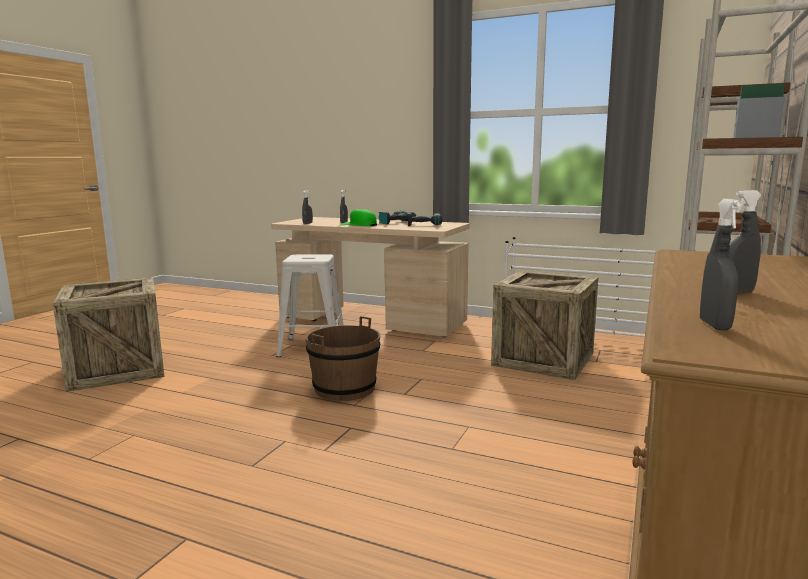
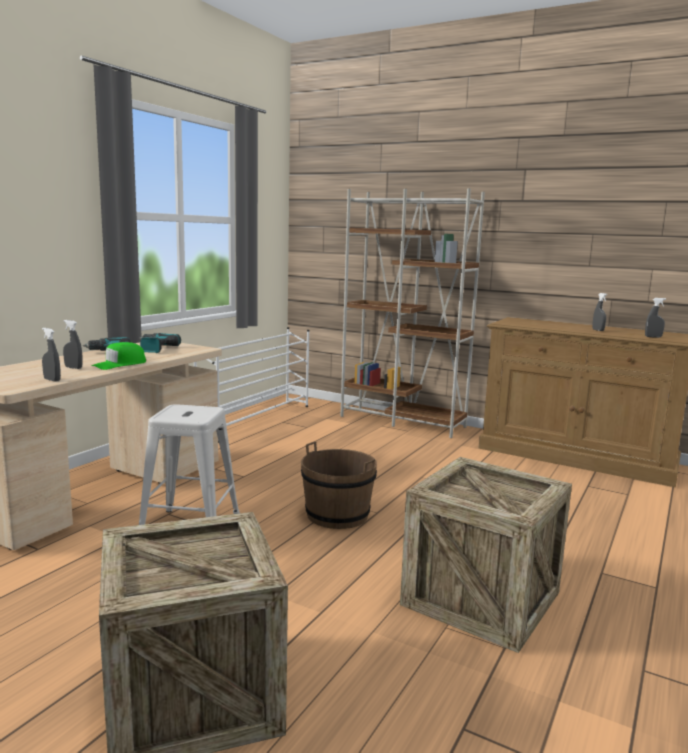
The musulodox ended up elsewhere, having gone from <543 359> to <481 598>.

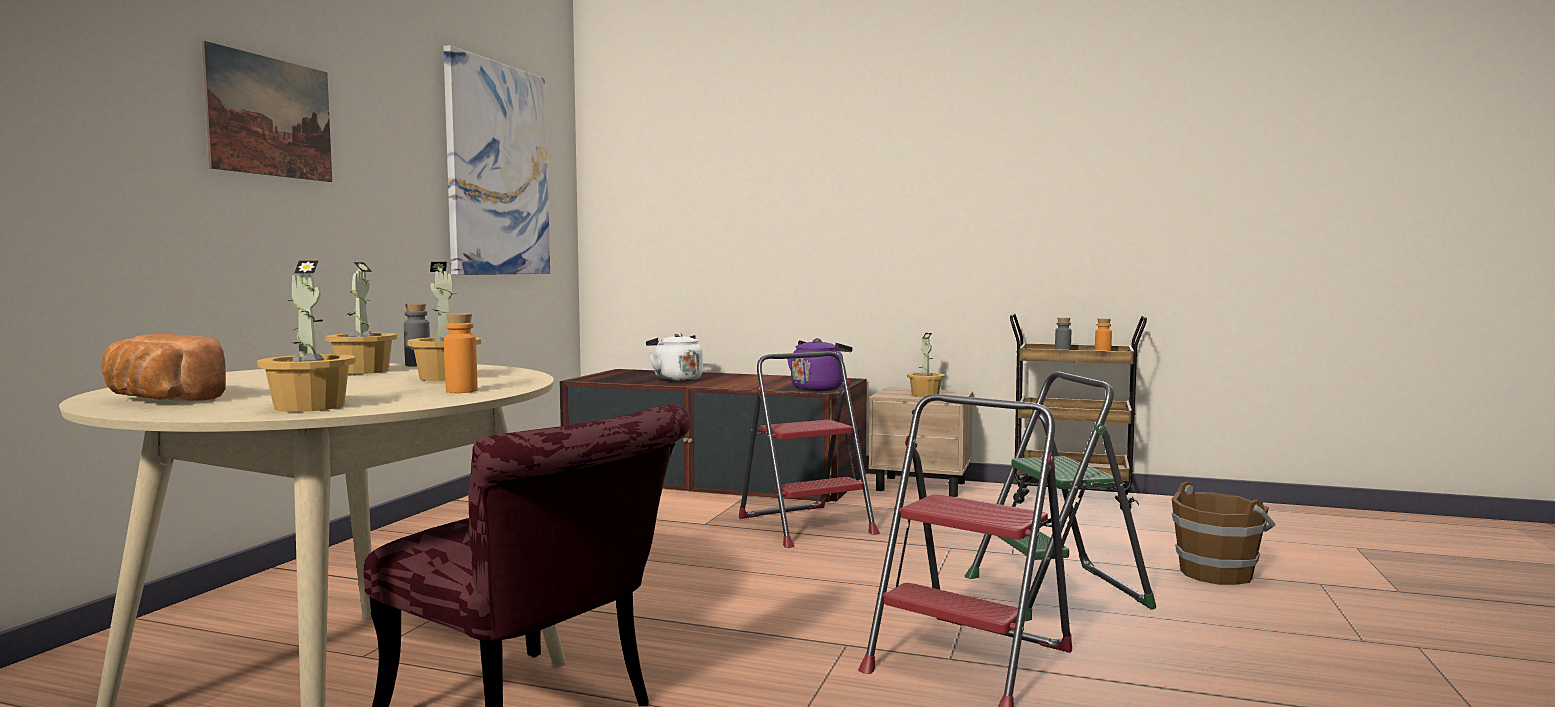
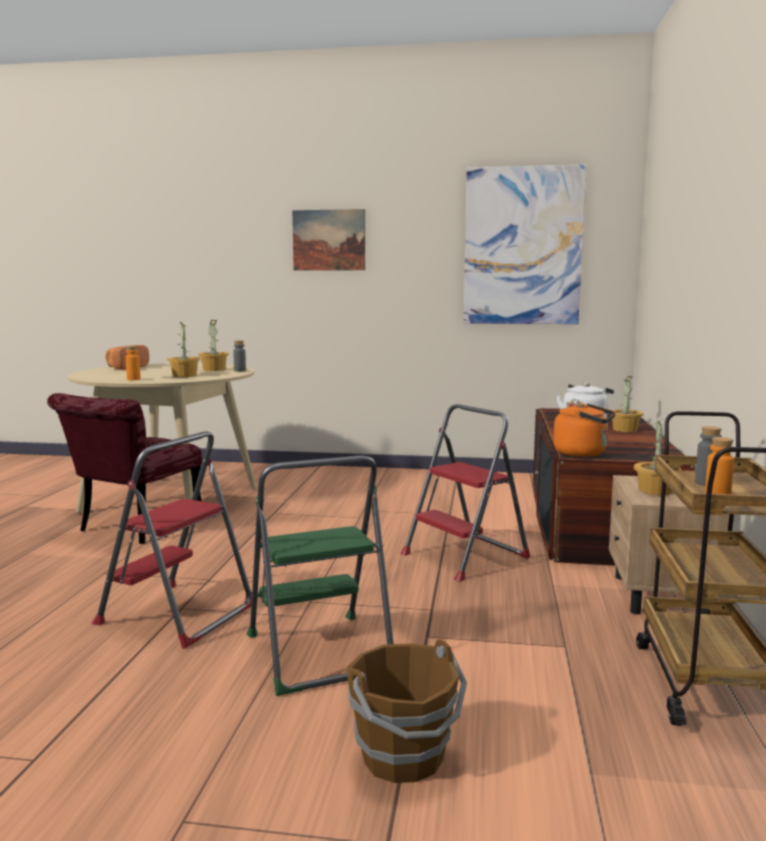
What was the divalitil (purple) at <818 388> turned into the divalitil (orange) at <583 453>.
The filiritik ended up elsewhere, having gone from <310 406> to <625 429>.

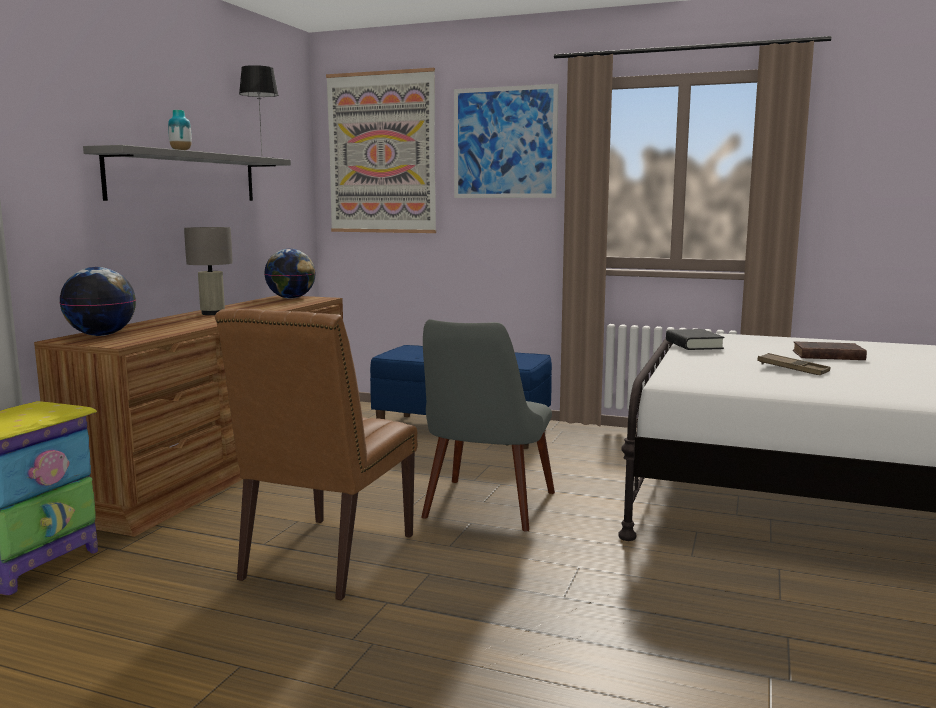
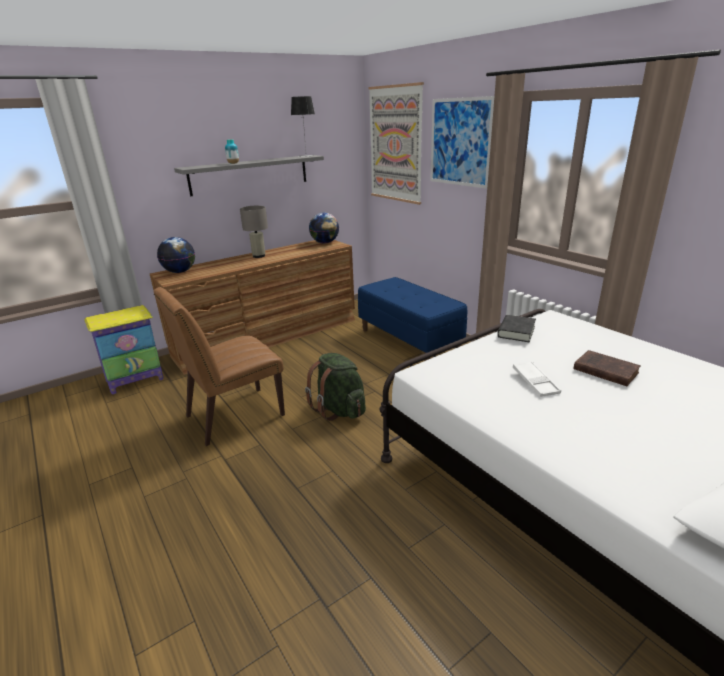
Where the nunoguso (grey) stood at <484 511>, the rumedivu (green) came to stand at <339 409>.
What was the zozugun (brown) at <792 369> turned into the zozugun (white) at <535 382>.

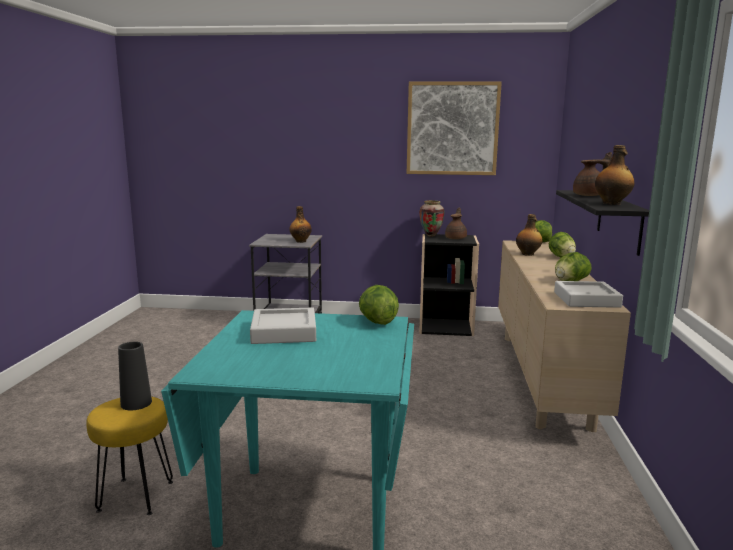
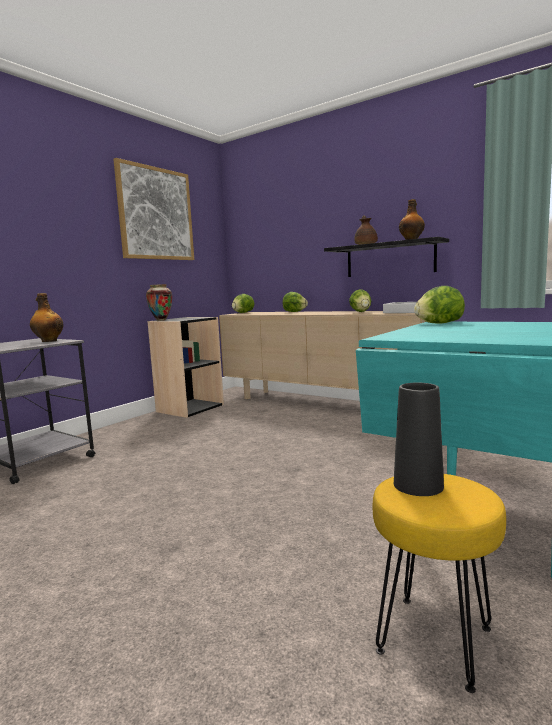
The second view lost the zozugun (grey) at <284 332>.
The second view lost the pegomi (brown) at <456 238>.
The second view lost the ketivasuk at <528 254>.

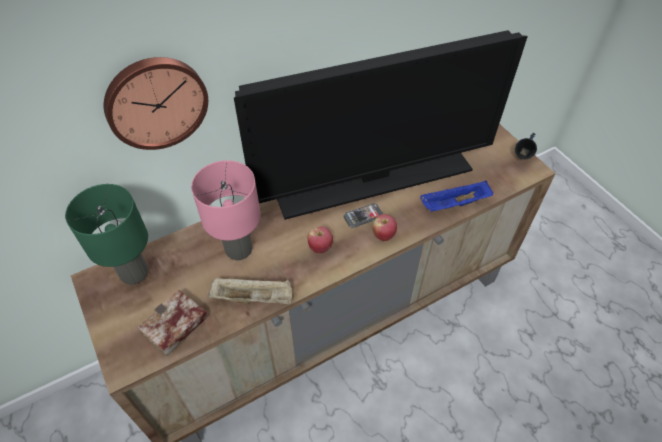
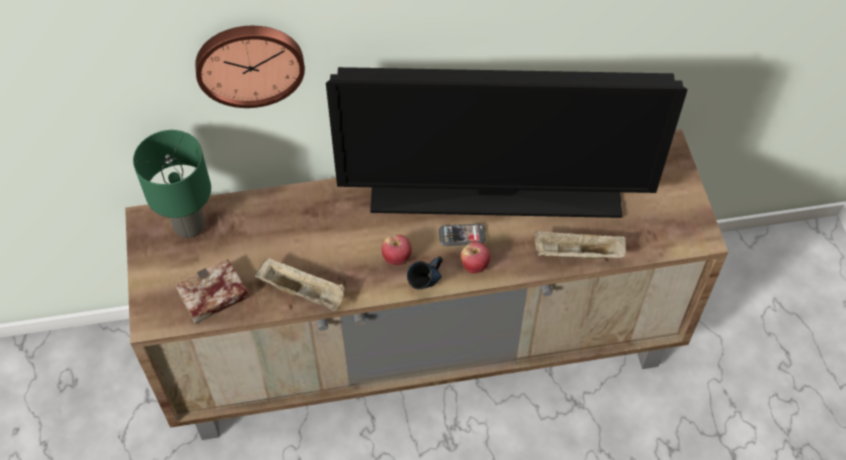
The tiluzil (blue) ended up elsewhere, having gone from <521 159> to <426 285>.
What was the zozugun (blue) at <454 205> turned into the zozugun (beige) at <576 254>.
The second view lost the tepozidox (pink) at <239 252>.

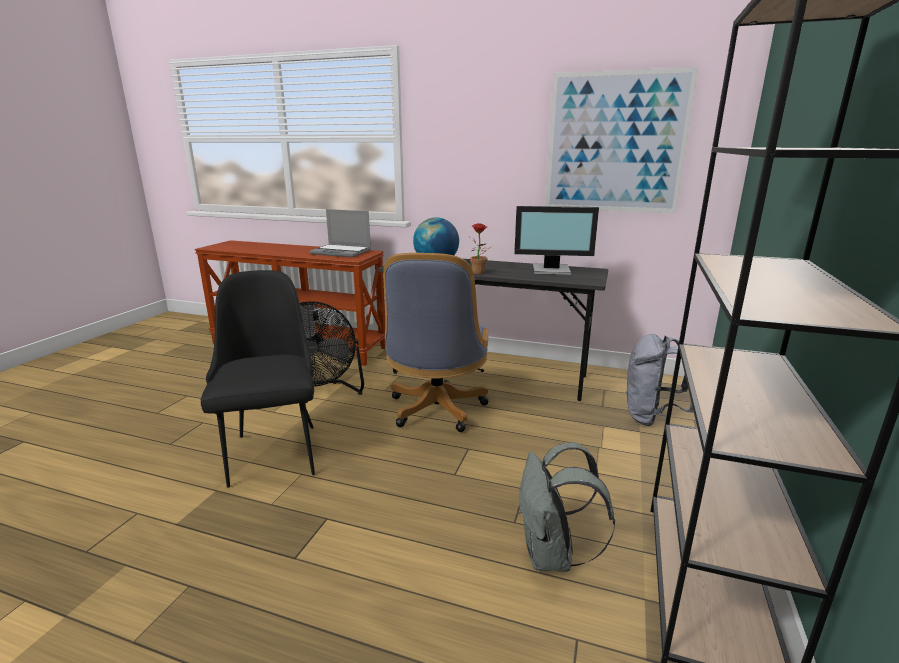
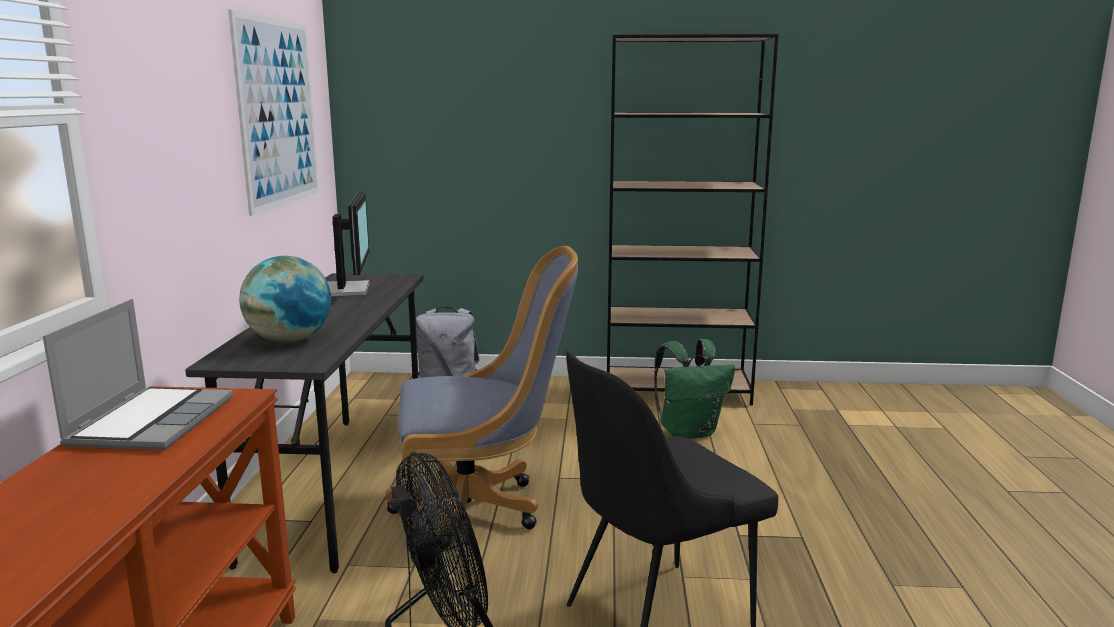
What was the rumedivu (grey) at <551 555> turned into the rumedivu (green) at <689 432>.
The second view lost the filiritik at <479 273>.

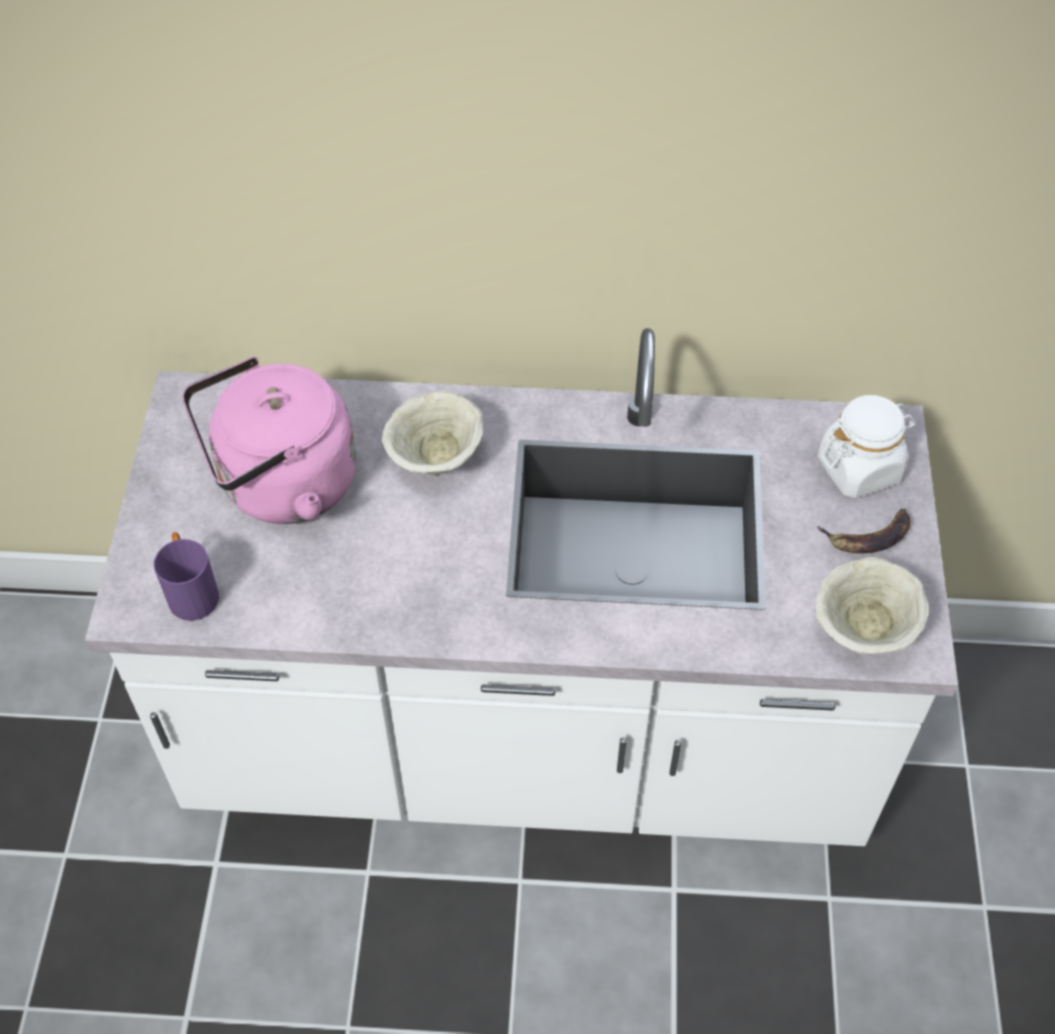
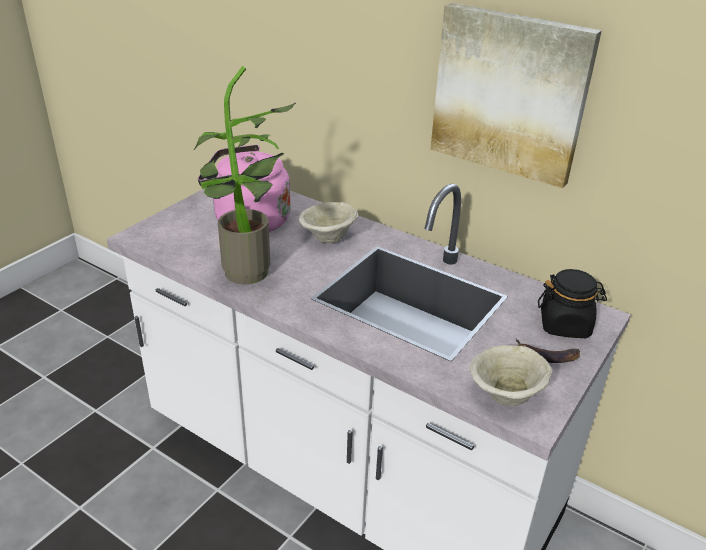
The second view gained the filiritik at <248 276>.
The second view gained the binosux at <510 94>.
What was the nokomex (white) at <859 468> turned into the nokomex (black) at <565 325>.
The second view lost the tiluzil (purple) at <191 591>.

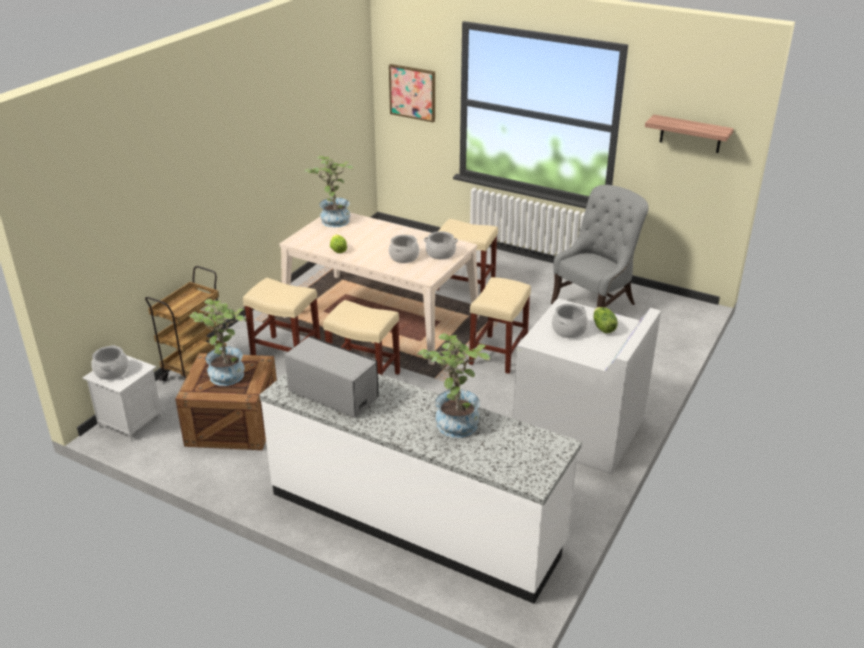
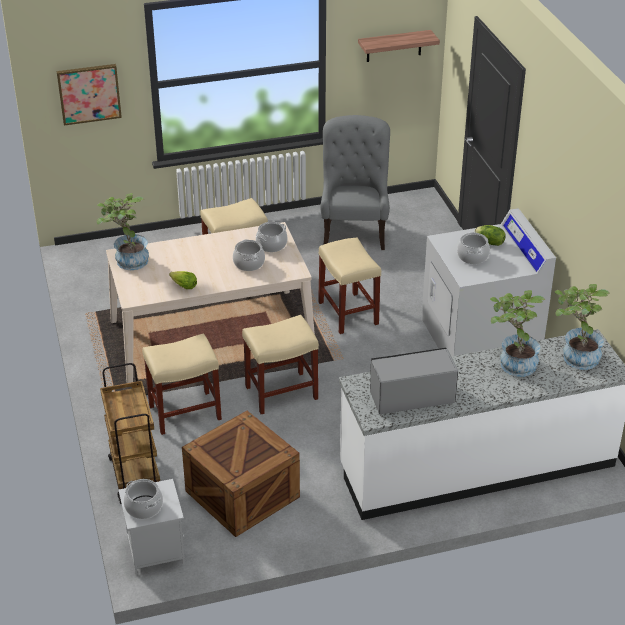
The filiritik ended up elsewhere, having gone from <226 372> to <575 356>.

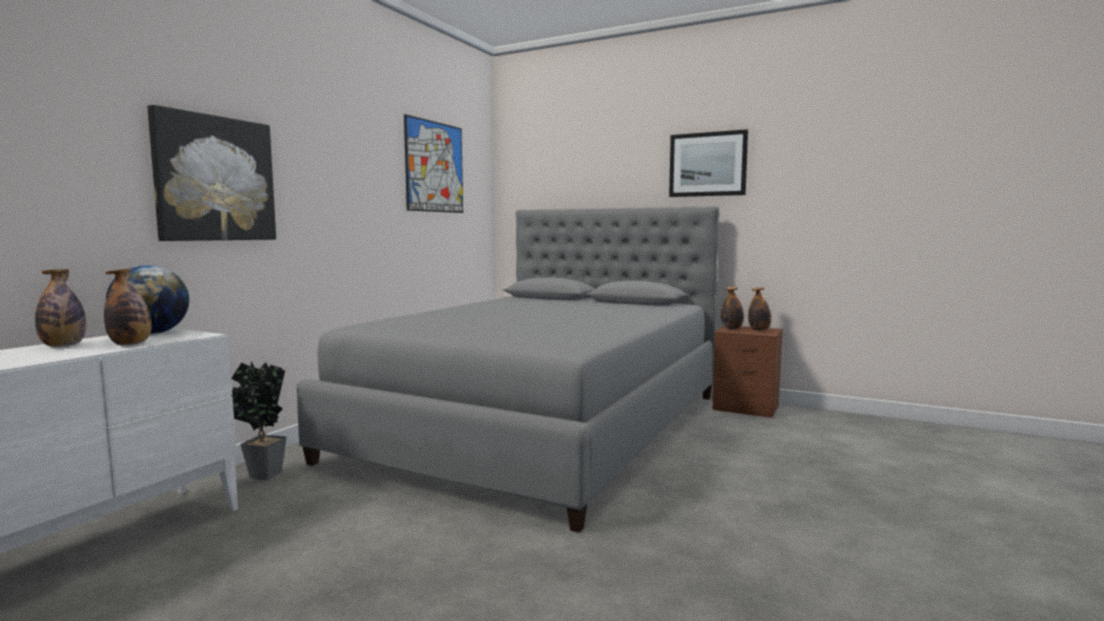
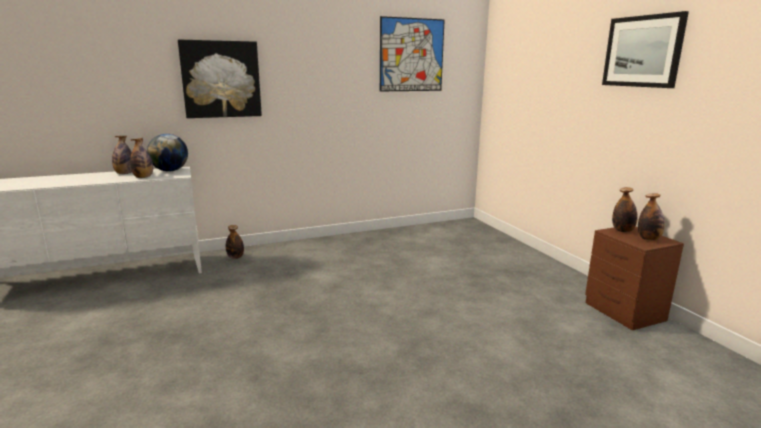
Where the filiritik stood at <260 476>, the ketivasuk came to stand at <235 257>.
The second view lost the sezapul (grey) at <542 425>.

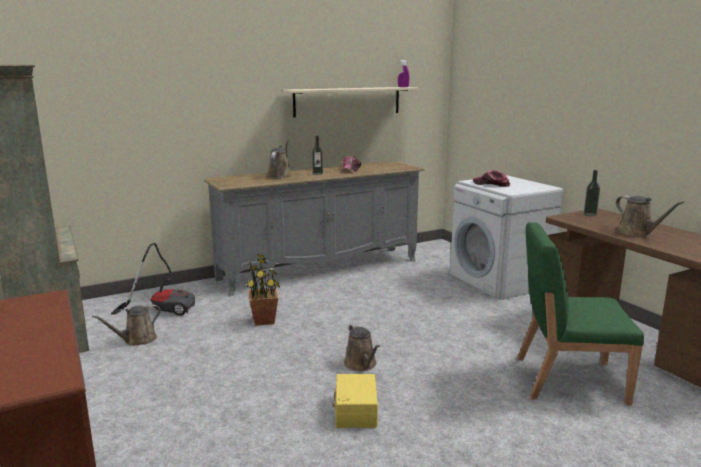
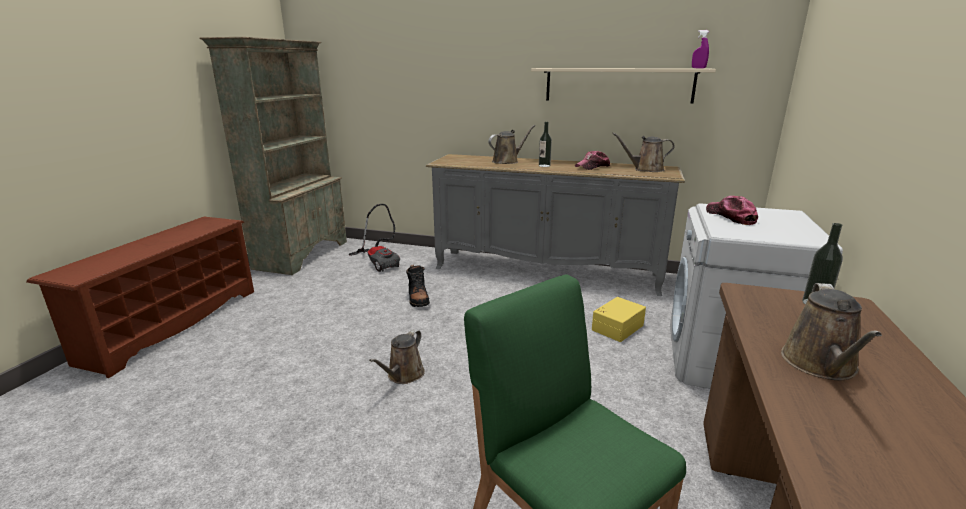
Where the filiritik stood at <264 320>, the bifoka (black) came to stand at <418 299>.
The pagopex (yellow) ended up elsewhere, having gone from <354 411> to <616 327>.
The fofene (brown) ended up elsewhere, having gone from <137 340> to <645 169>.

